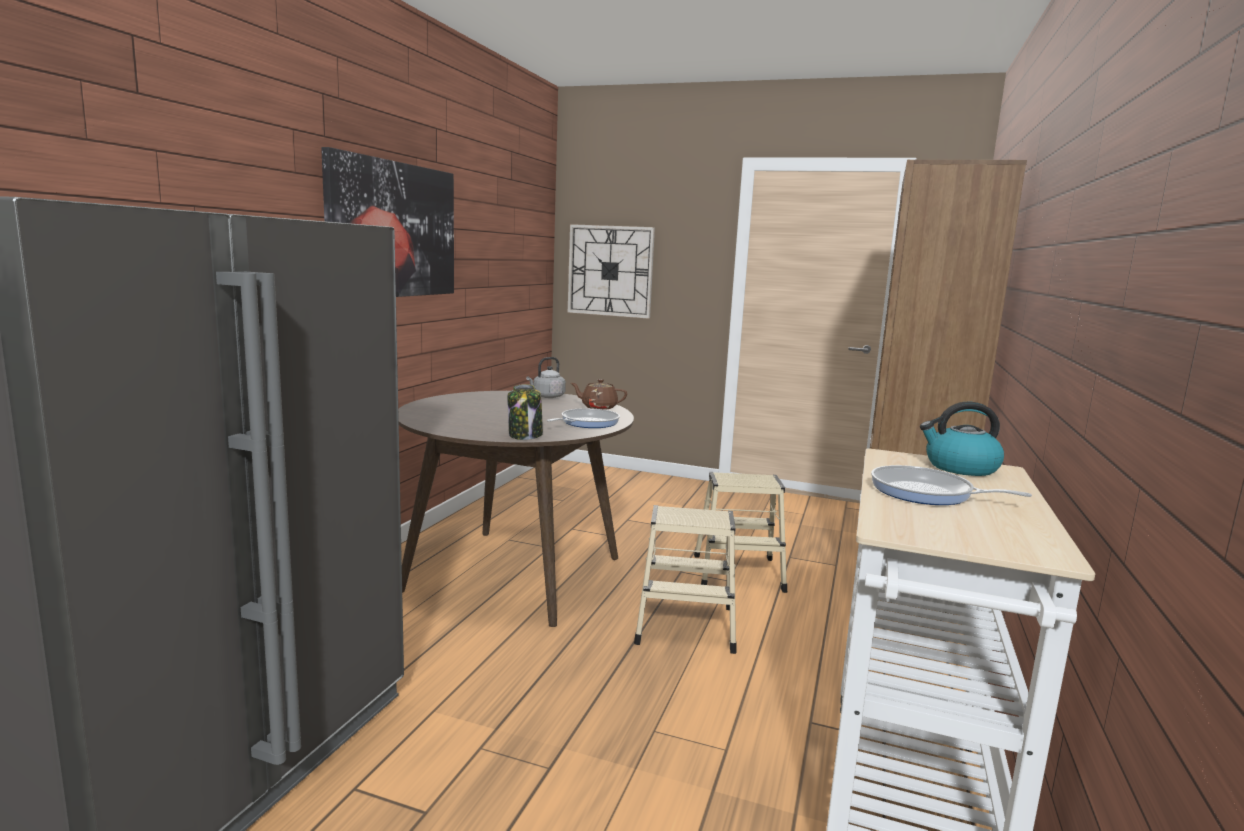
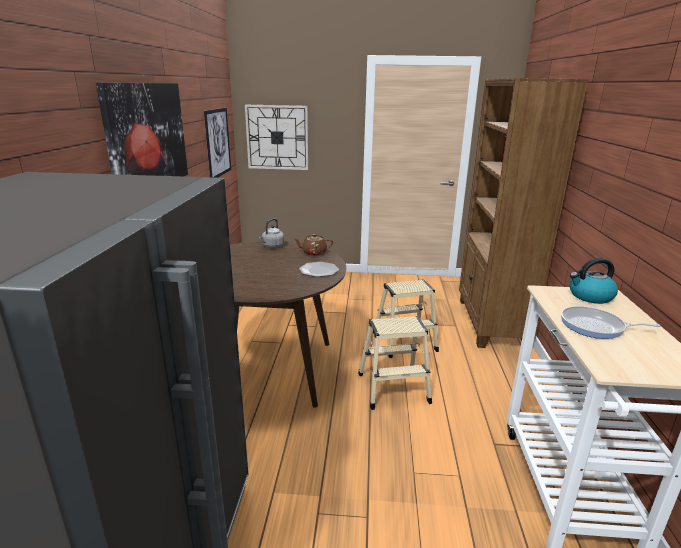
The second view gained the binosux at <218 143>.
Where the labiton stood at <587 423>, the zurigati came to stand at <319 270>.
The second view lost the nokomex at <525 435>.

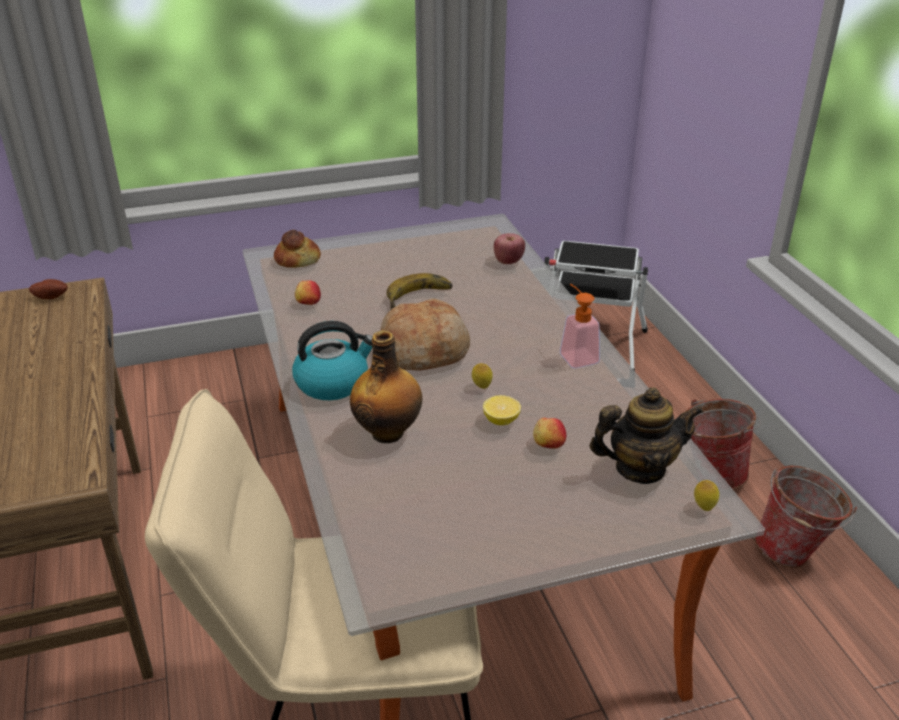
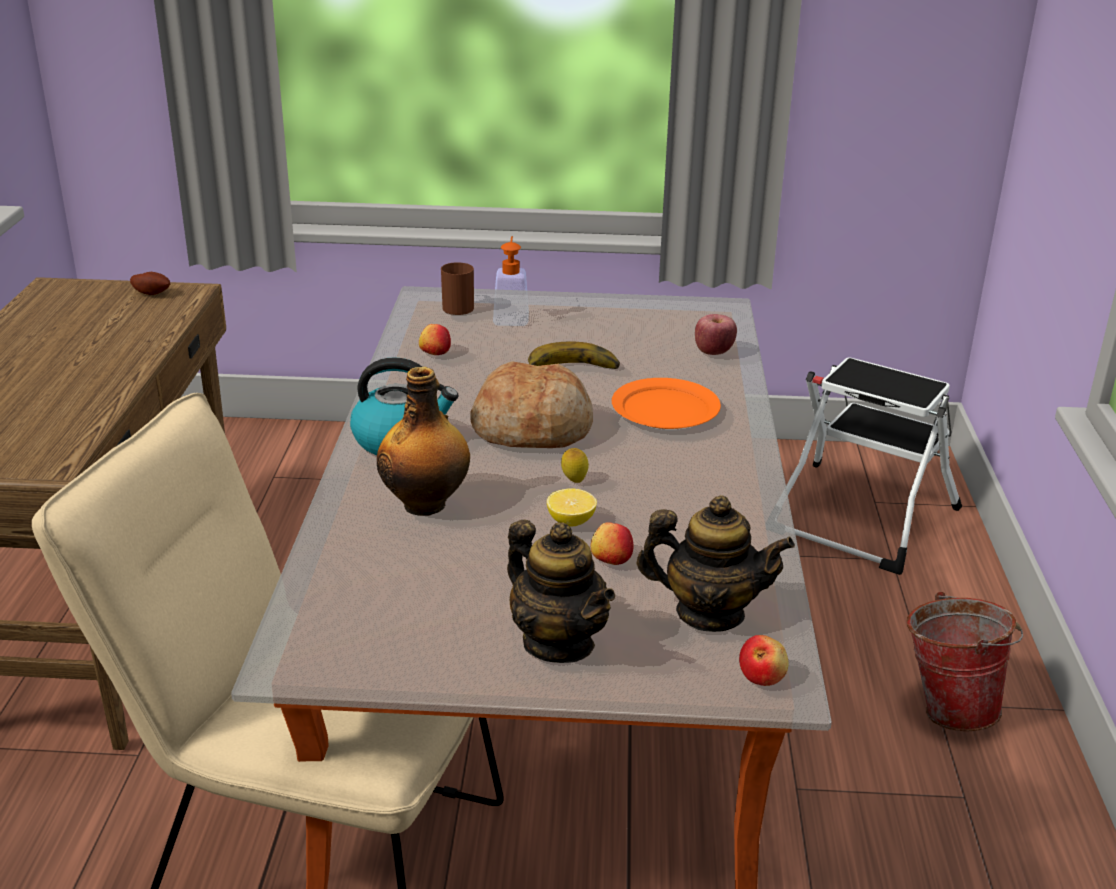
Where the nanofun stood at <297 259>, the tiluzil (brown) came to stand at <456 306>.
The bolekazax ended up elsewhere, having gone from <575 355> to <511 317>.
The second view gained the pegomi at <558 642>.
The second view gained the zurigati (orange) at <666 409>.
Where the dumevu stood at <703 507>, the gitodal came to stand at <762 676>.
The second view lost the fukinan at <794 553>.

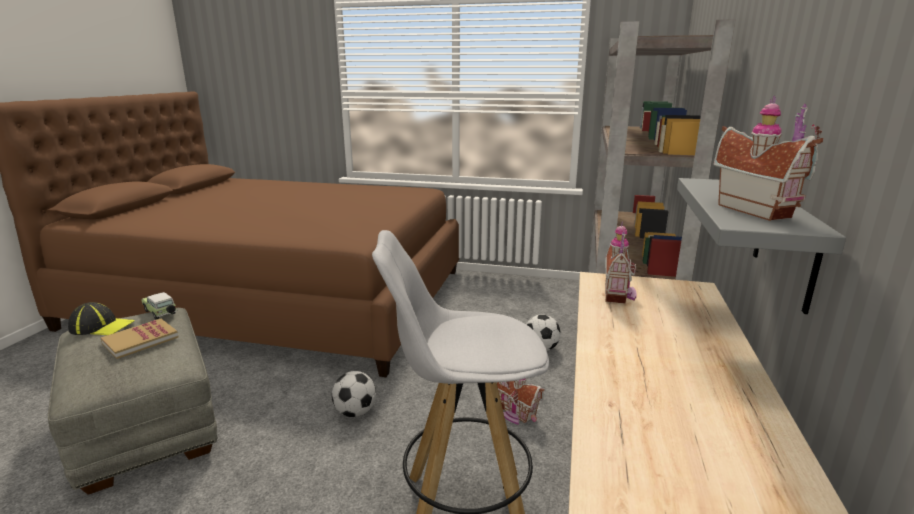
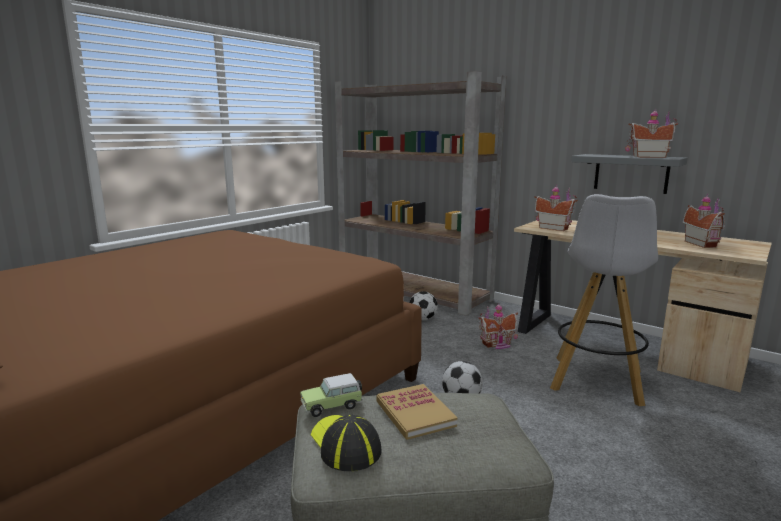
The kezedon at <102 326> ended up facing another way, 60 degrees counterclockwise from before.
The second view gained the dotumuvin at <702 244>.

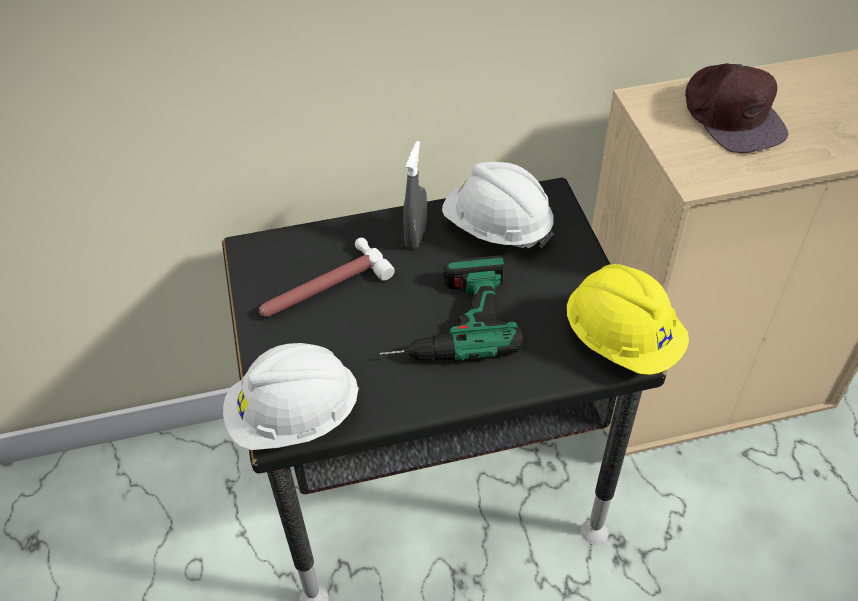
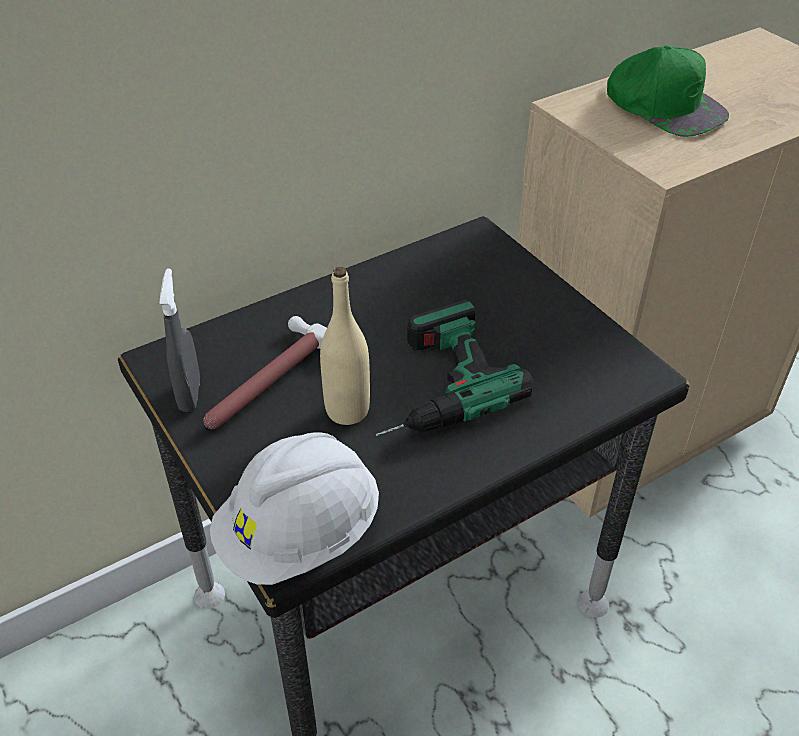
The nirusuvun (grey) ended up elsewhere, having gone from <416 236> to <190 394>.
The second view gained the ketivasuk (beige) at <347 410>.
What was the kezedon (brown) at <732 116> turned into the kezedon (green) at <663 106>.
The second view lost the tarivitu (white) at <497 228>.
The second view lost the tarivitu (yellow) at <621 341>.

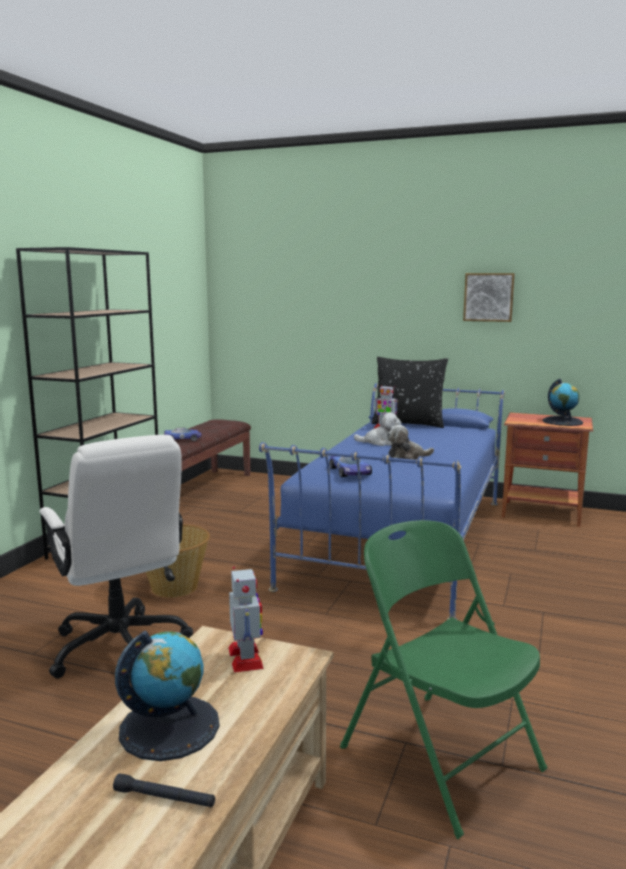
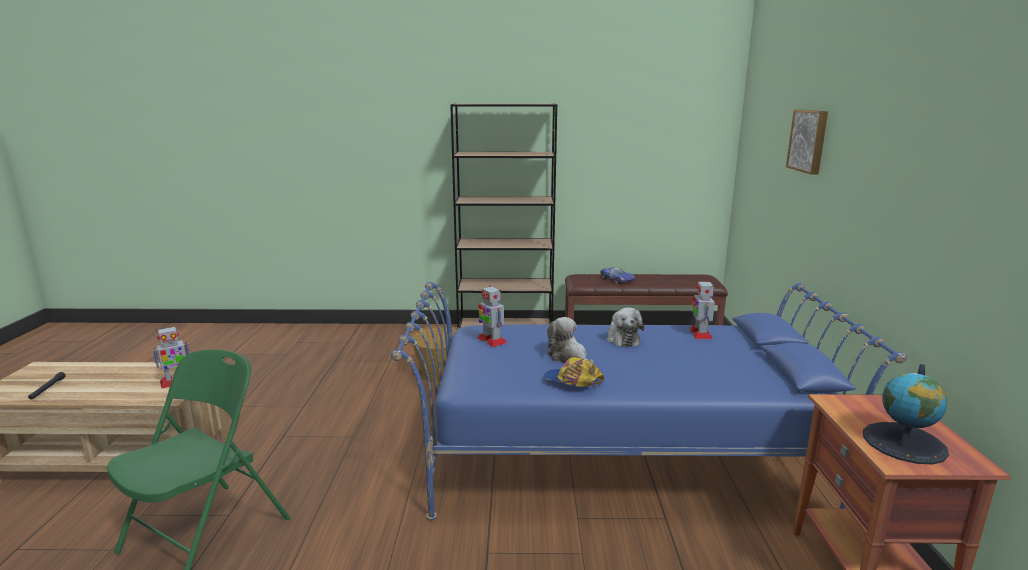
Where the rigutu stood at <350 471>, the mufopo came to stand at <491 340>.
The second view gained the kezedon at <572 381>.
The binosux ended up elsewhere, having gone from <488 297> to <809 141>.
The second view lost the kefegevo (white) at <122 651>.
The second view lost the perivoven at <169 726>.
The second view lost the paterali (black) at <408 424>.

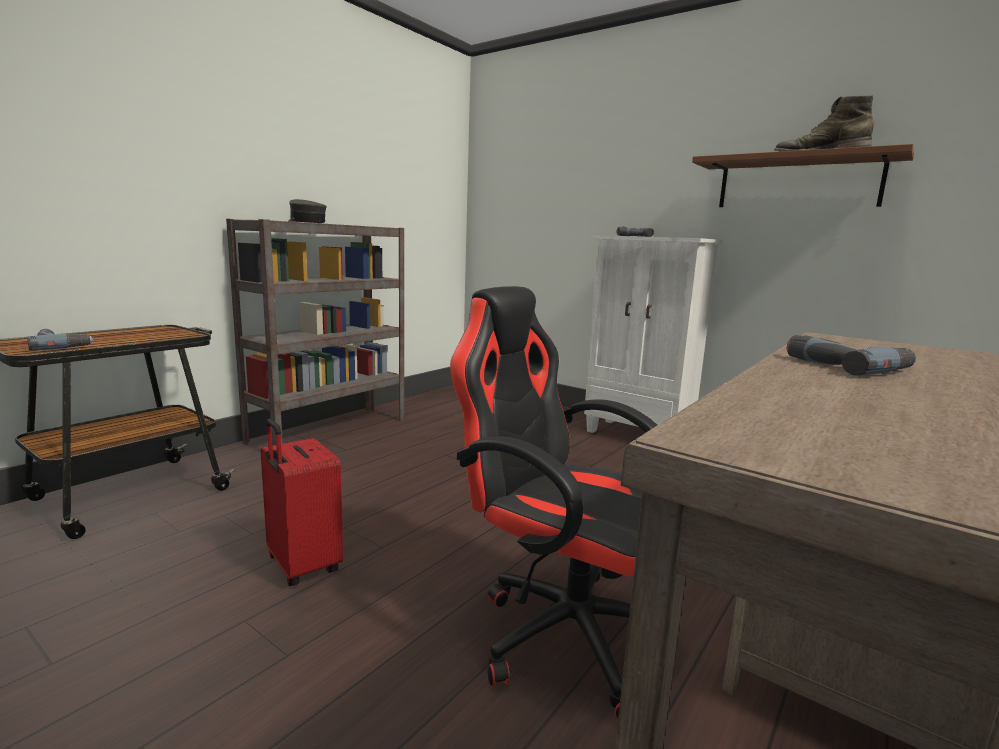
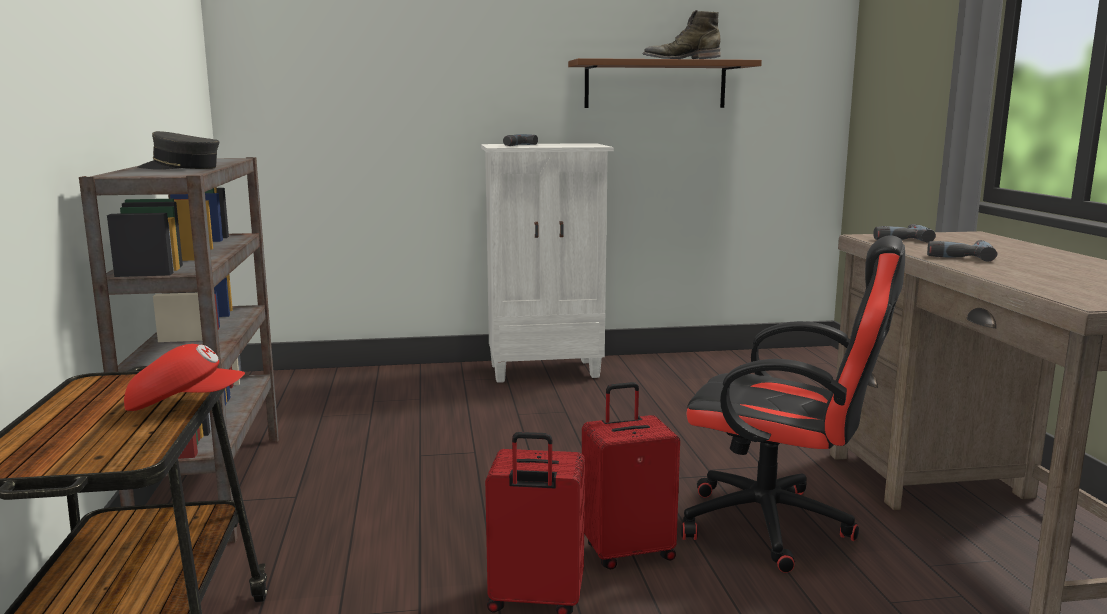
The second view gained the kezedon (red) at <185 404>.
The second view gained the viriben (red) at <627 551>.
The kefegevo (black) at <559 630> ended up facing another way, 150 degrees counterclockwise from before.
The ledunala ended up elsewhere, having gone from <61 345> to <899 239>.

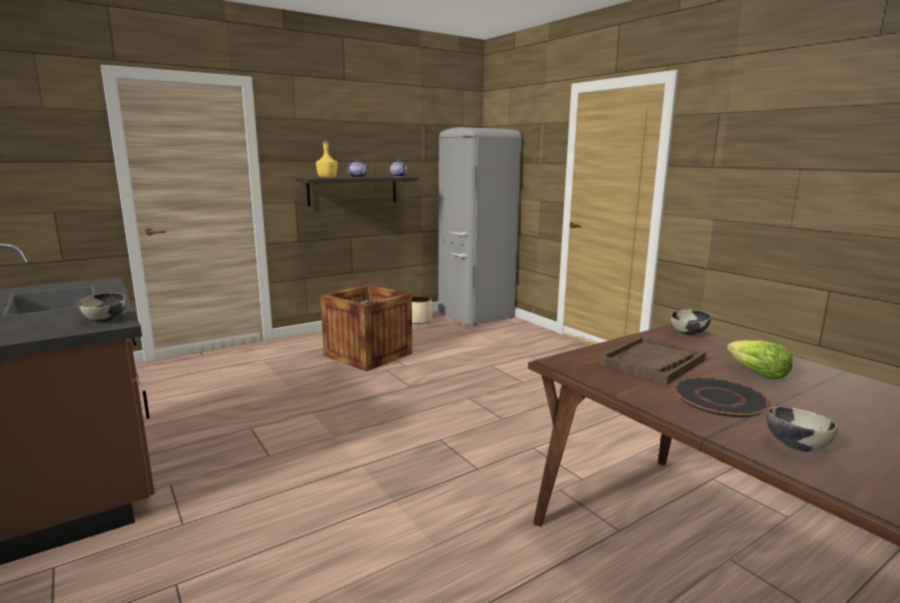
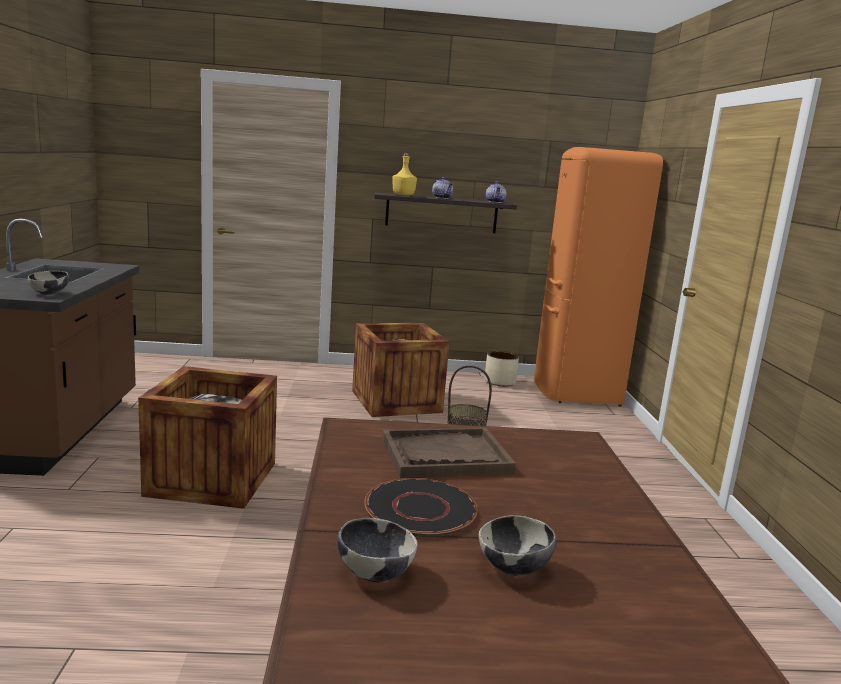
The second view gained the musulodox at <212 479>.
The second view gained the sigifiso at <466 424>.
The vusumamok ended up elsewhere, having gone from <689 333> to <514 569>.
What was the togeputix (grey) at <473 315> turned into the togeputix (orange) at <574 392>.
The second view lost the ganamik at <756 373>.

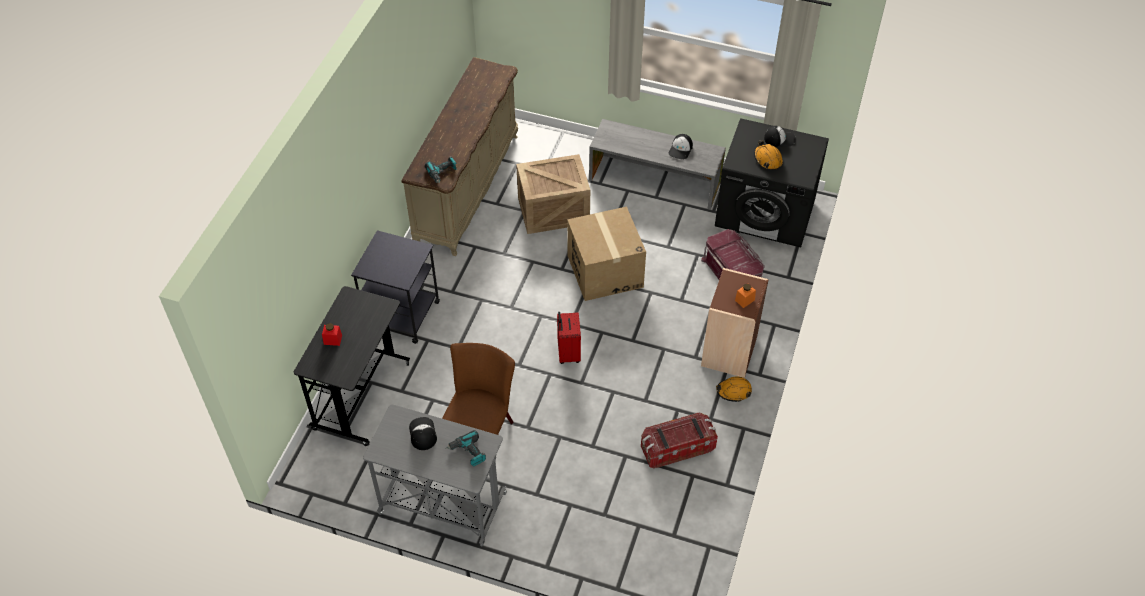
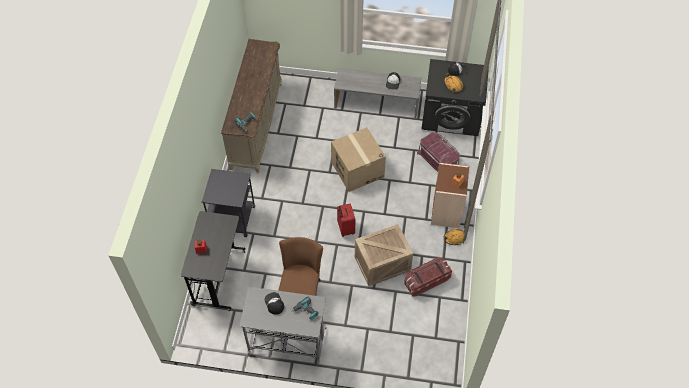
The musulodox ended up elsewhere, having gone from <554 210> to <383 263>.

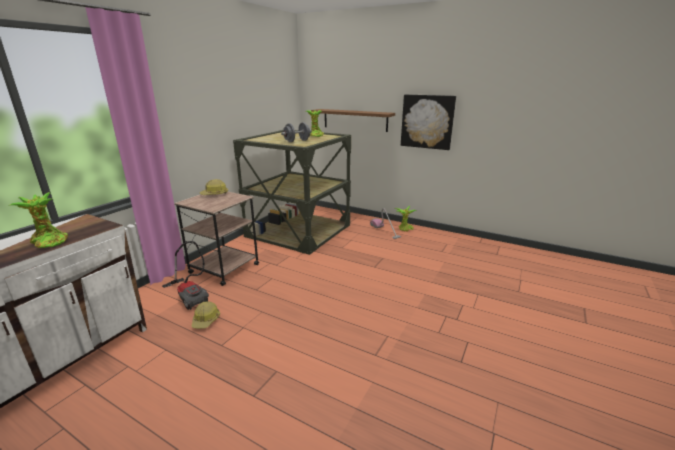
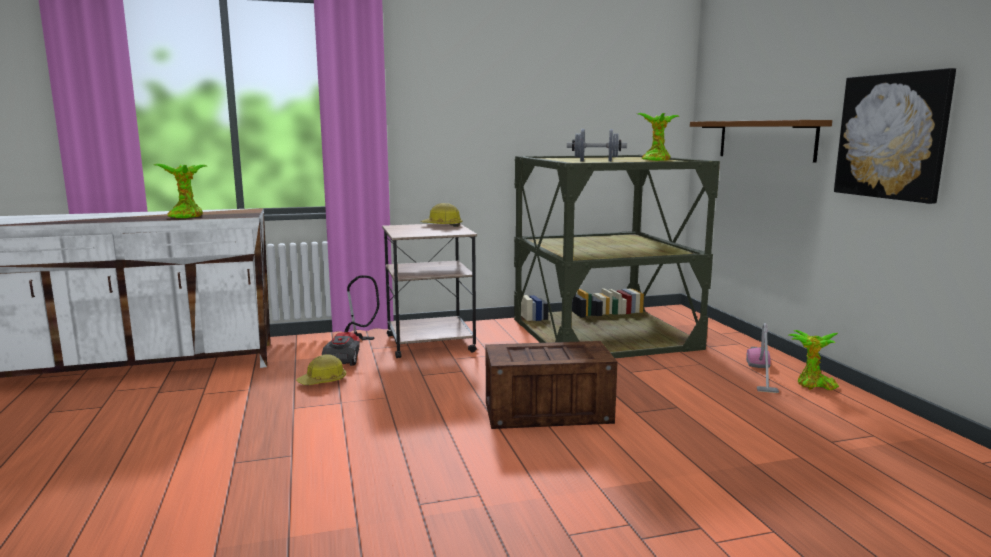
The second view gained the musulodox at <549 412>.

